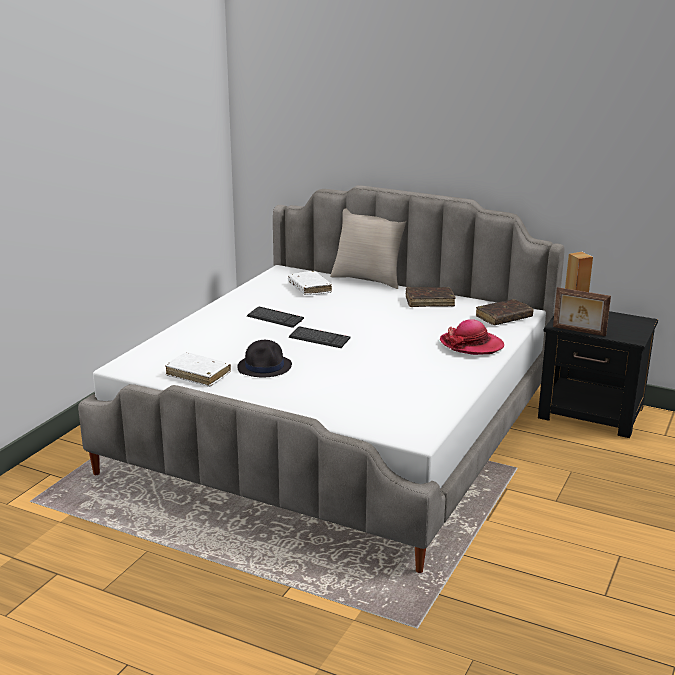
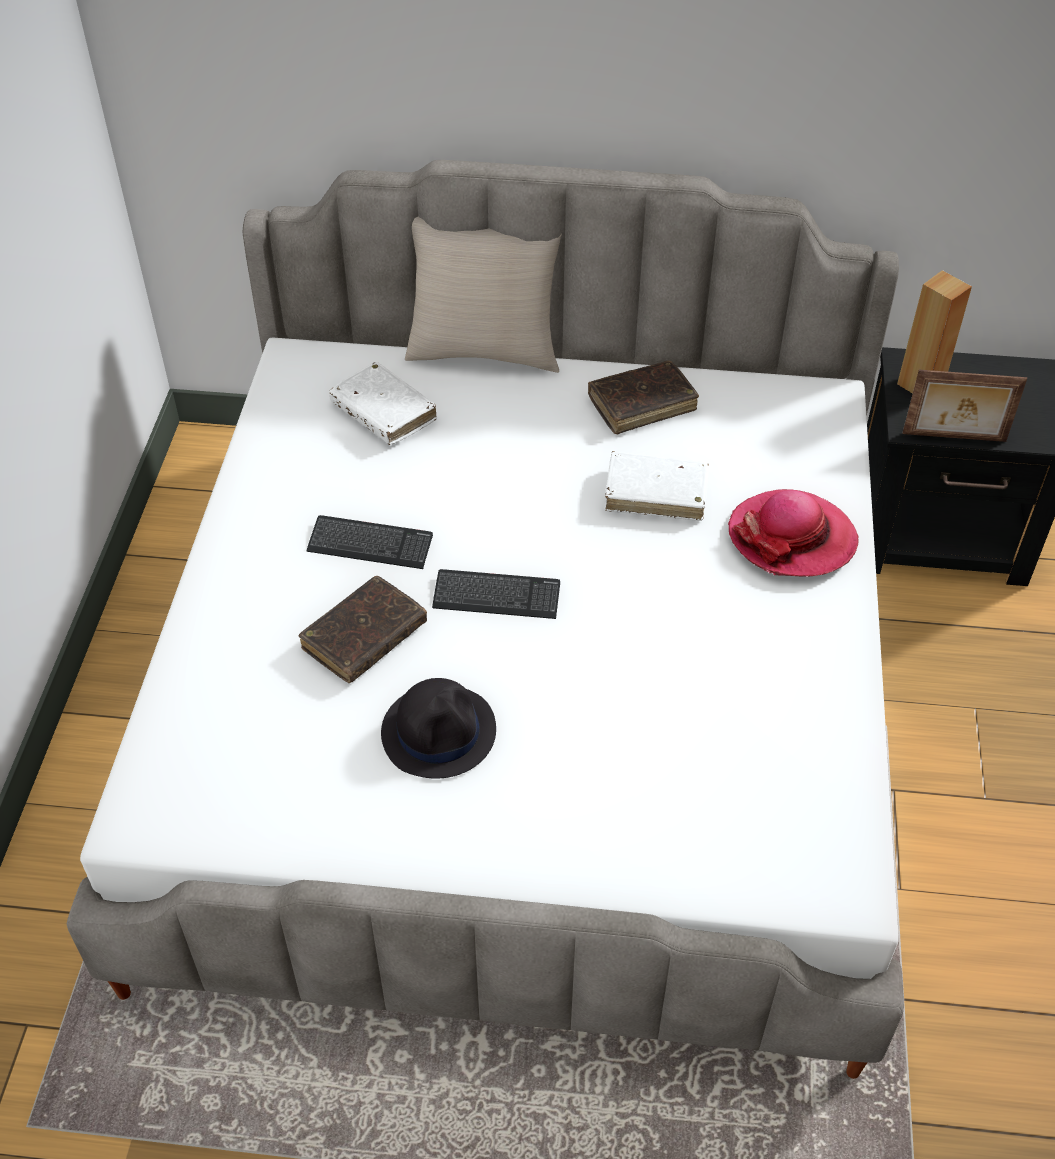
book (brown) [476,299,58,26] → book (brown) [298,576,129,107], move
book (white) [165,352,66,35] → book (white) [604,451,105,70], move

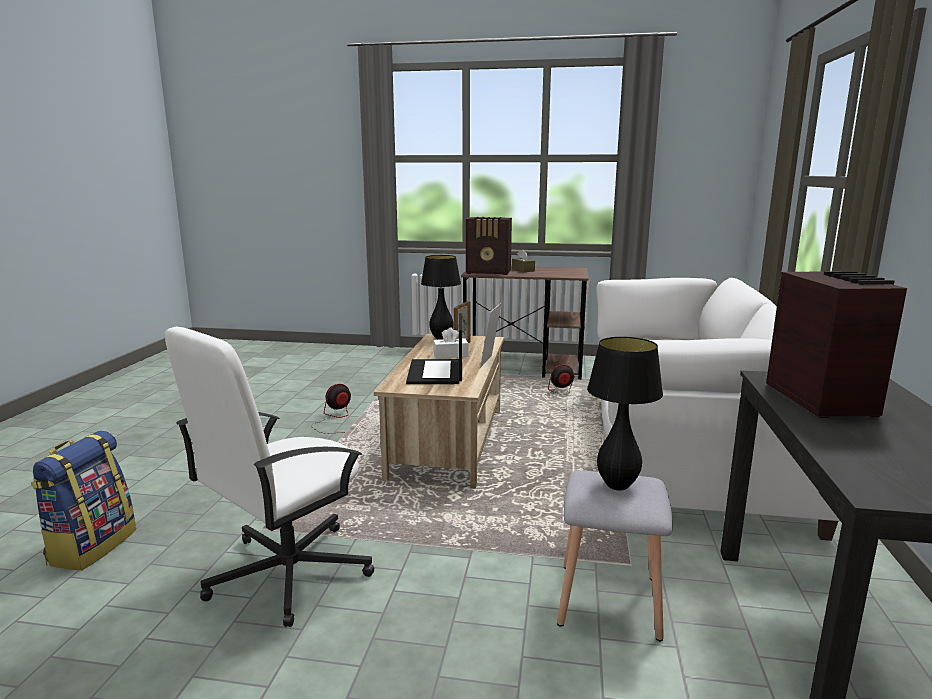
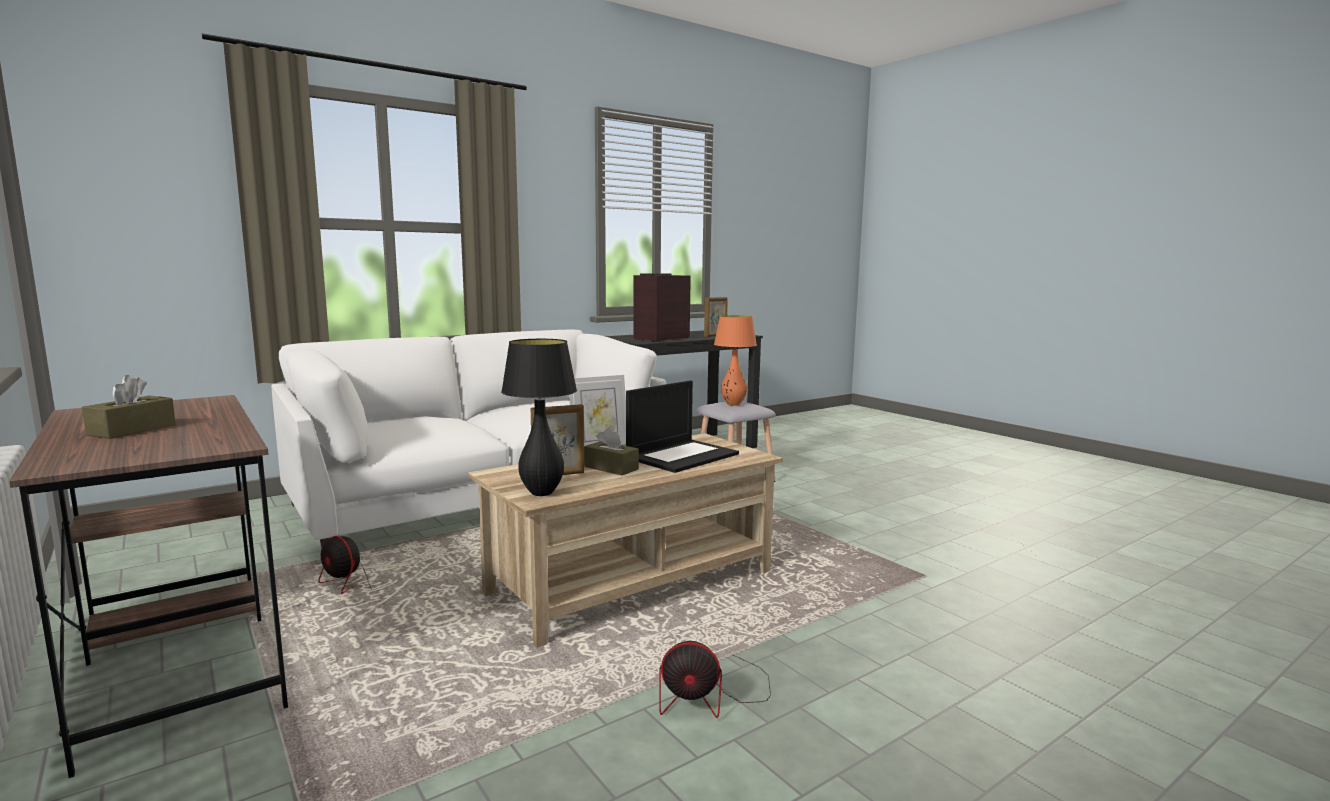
radio [466,217,46,58] → -
office chair (white) [165,327,209,300] → -
tissue box (white) [433,327,36,31] → tissue box (brown) [584,427,55,48]
table lamp (black) [587,337,76,154] → table lamp (orange) [714,315,43,91]
backpack [31,431,105,139] → -
- → picture frame [704,297,24,40]

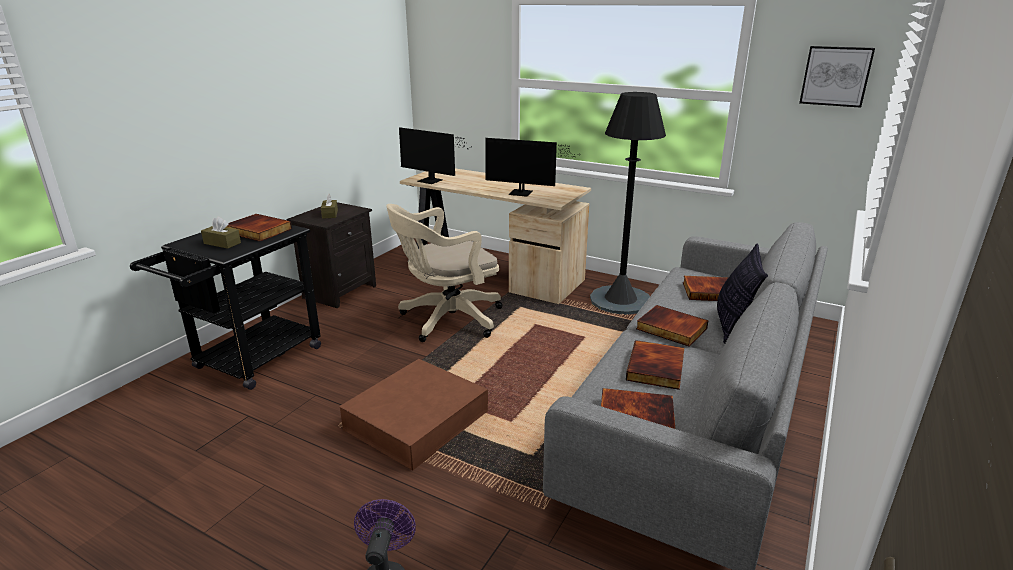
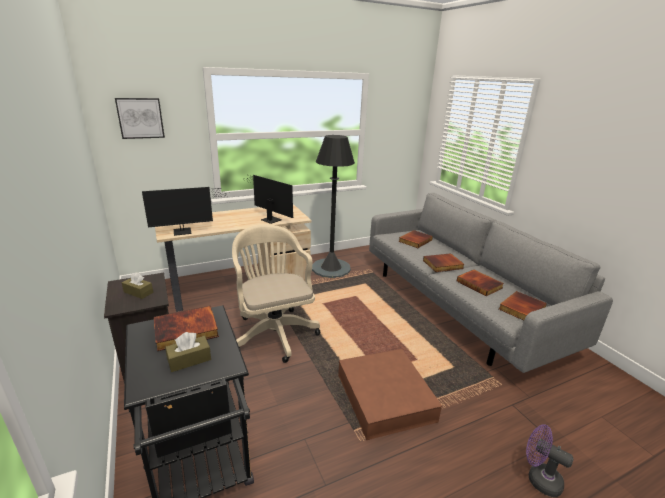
picture [799,46,76,62] → picture [115,98,50,41], move
monitor [485,138,94,59] → monitor [245,175,49,49], 105 degrees counterclockwise
office chair (beige) [386,204,116,138] → office chair (beige) [232,224,89,139], 150 degrees clockwise
pillow [717,244,51,99] → -

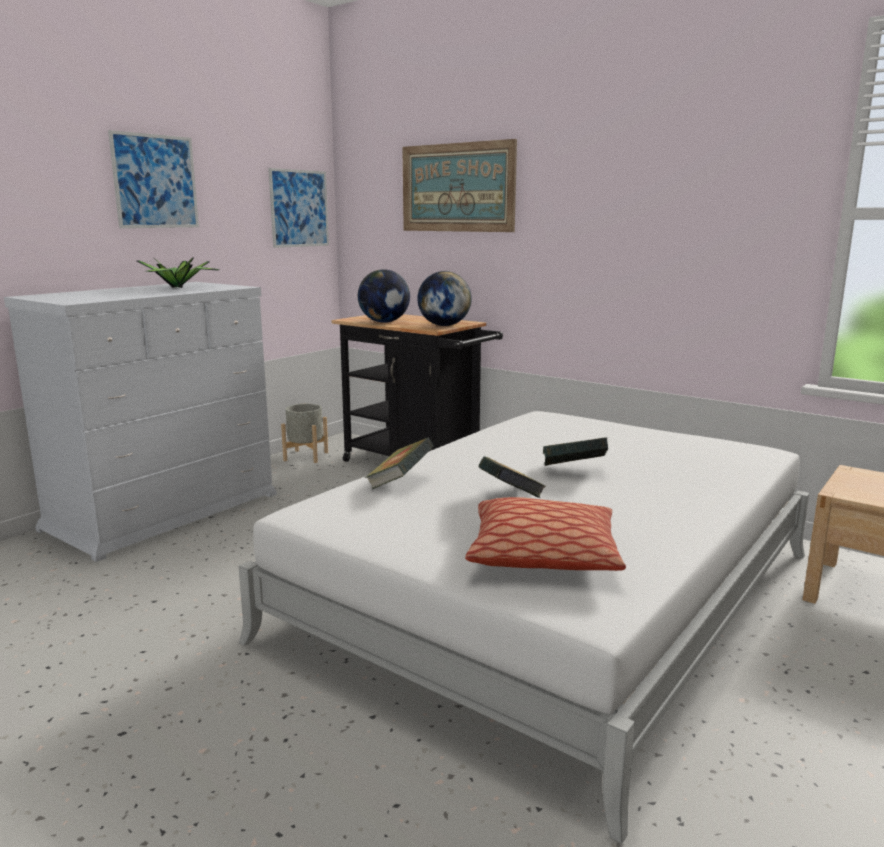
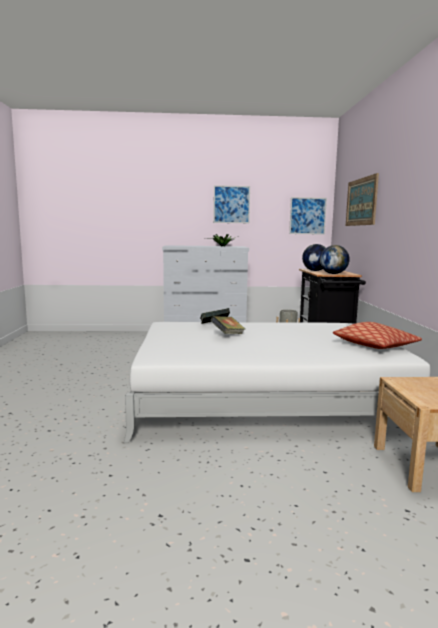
book [543,437,65,29] → -
pillow [465,497,161,74] → pillow [333,322,89,27], move

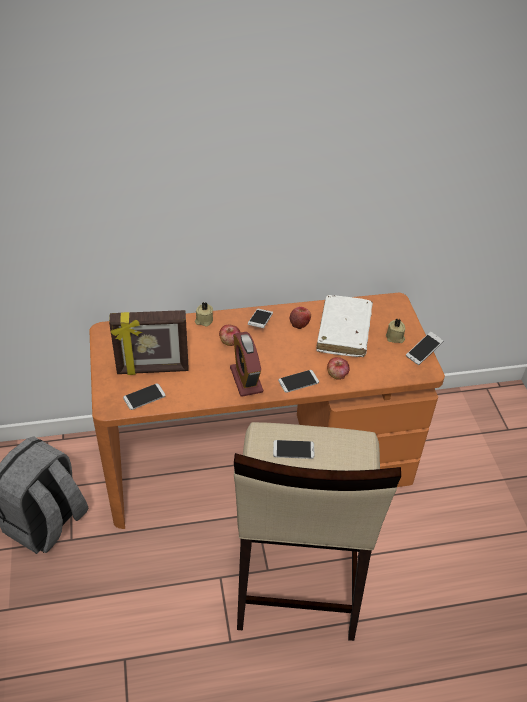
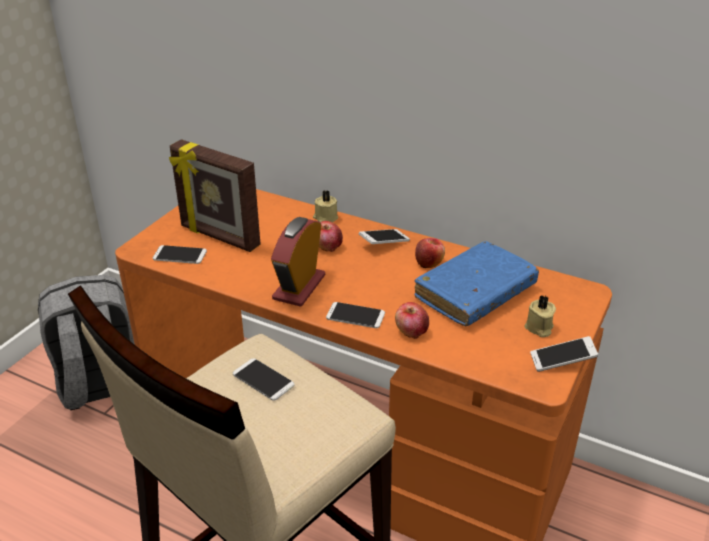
book (white) [316,295,57,62] → book (blue) [414,241,125,85]

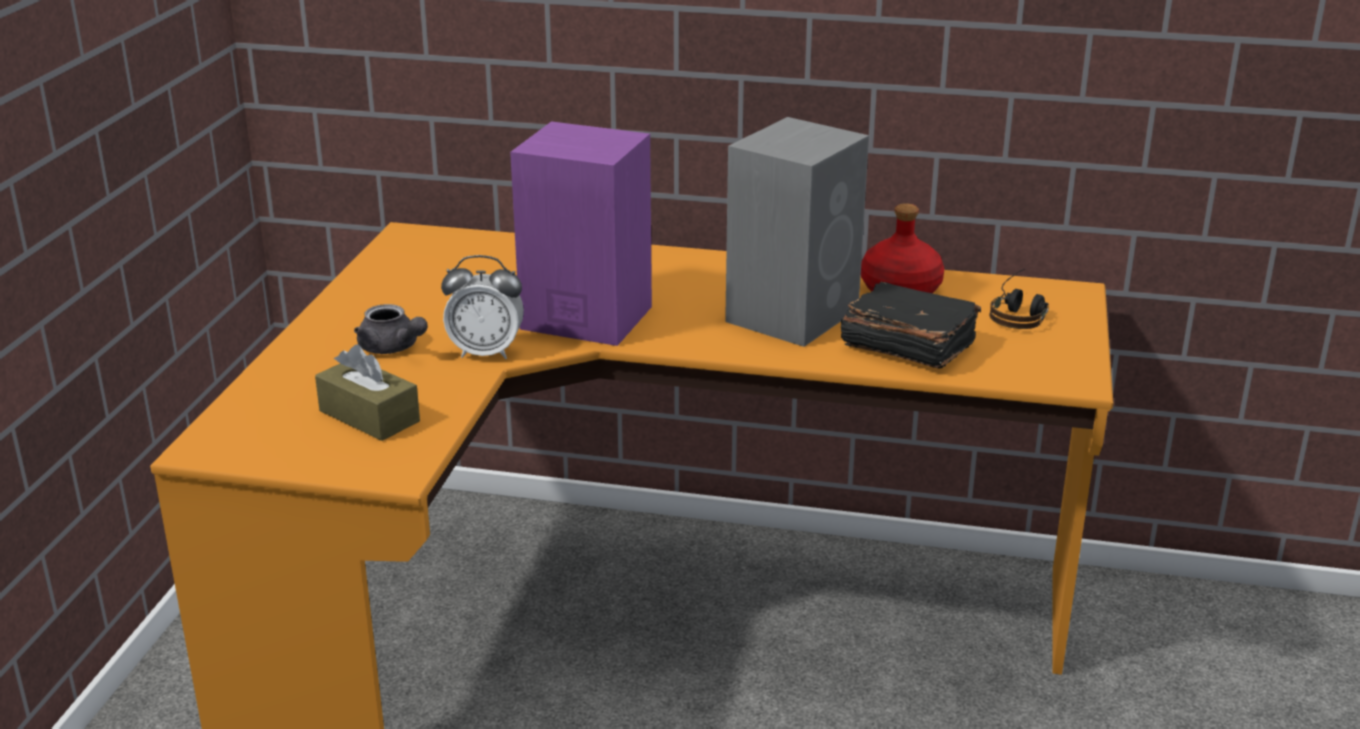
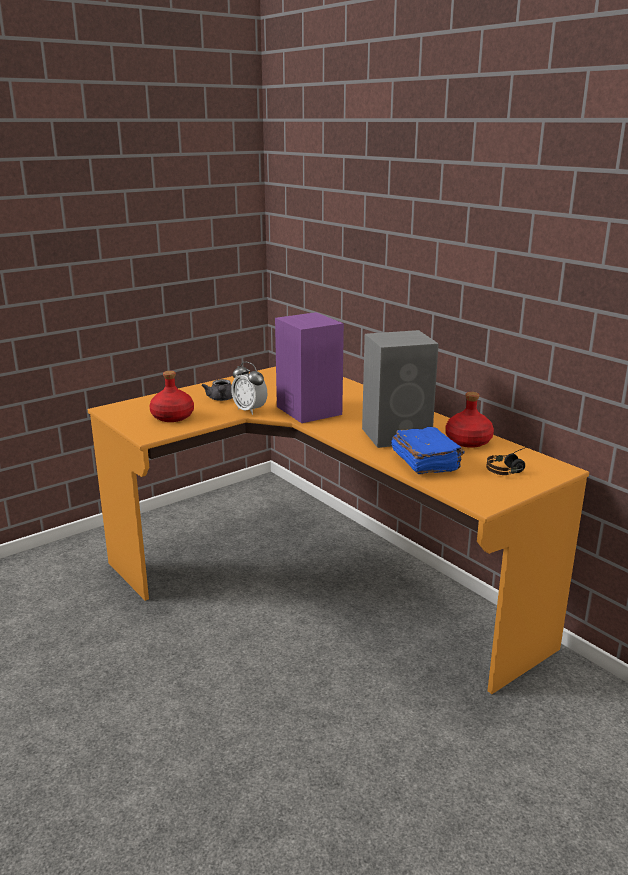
book (black) [841,281,140,88] → book (blue) [391,427,74,47]
tissue box (brown) [315,345,105,96] → bottle (red) [149,371,45,51]

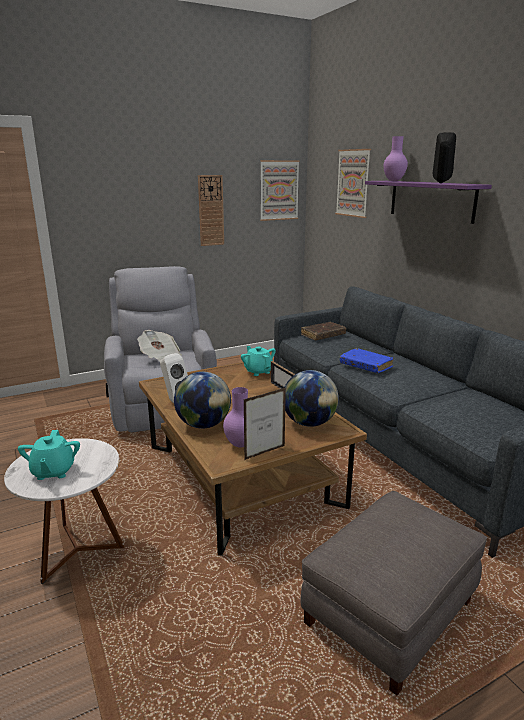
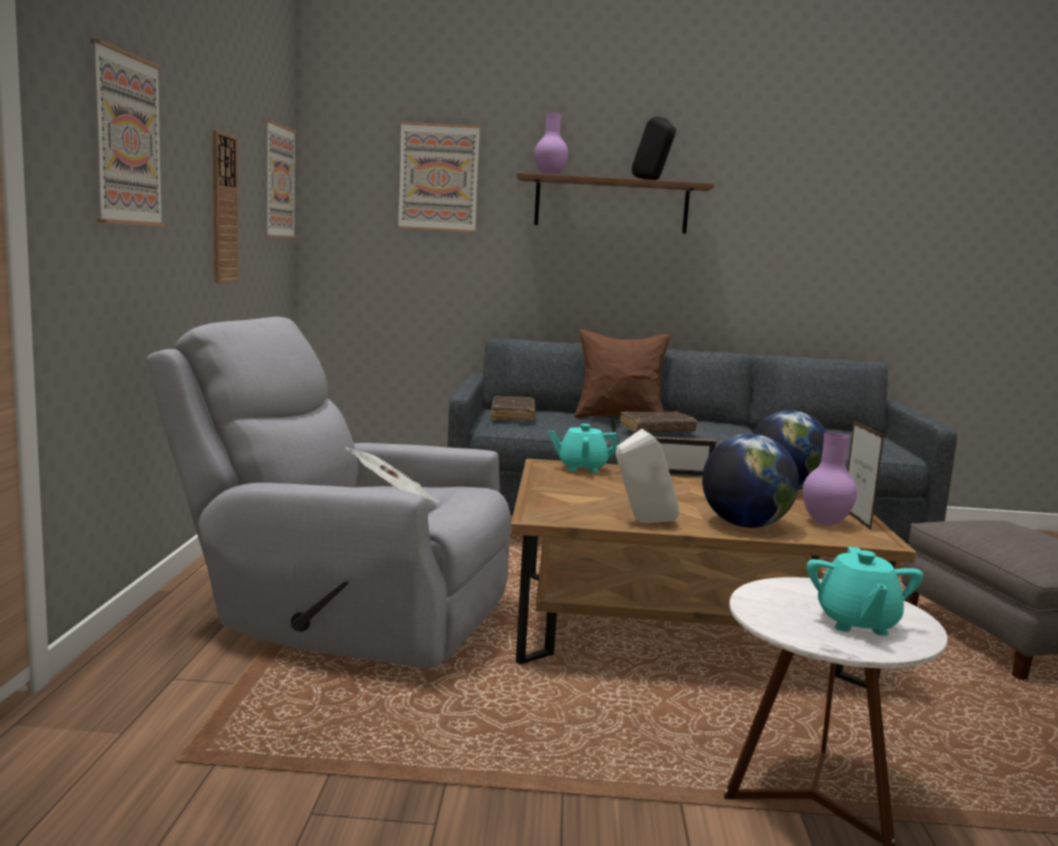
shelf (purple) [365,181,127,43] → shelf (brown) [517,172,197,61]
book (blue) [340,348,53,25] → book (brown) [620,411,77,21]
teapot (turquoise) [18,430,62,50] → teapot (turquoise) [807,547,116,89], 75 degrees clockwise
- → picture [90,39,75,187]
- → pillow (brown) [575,329,95,89]

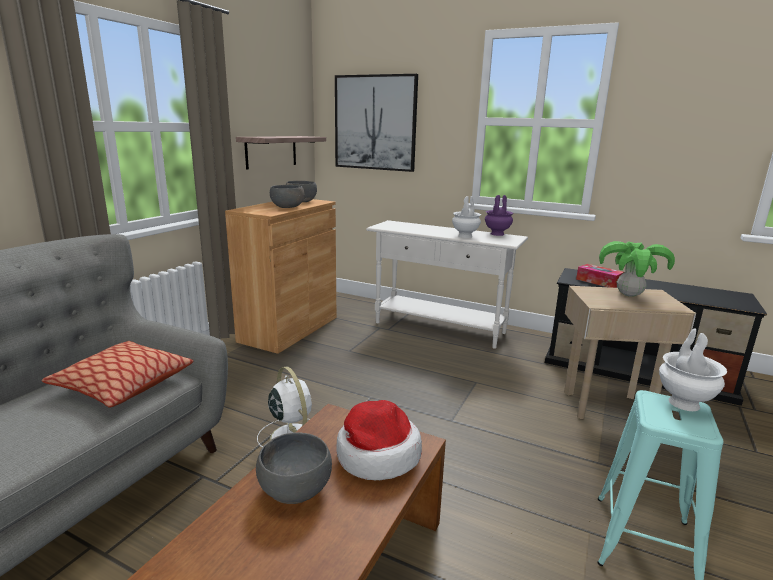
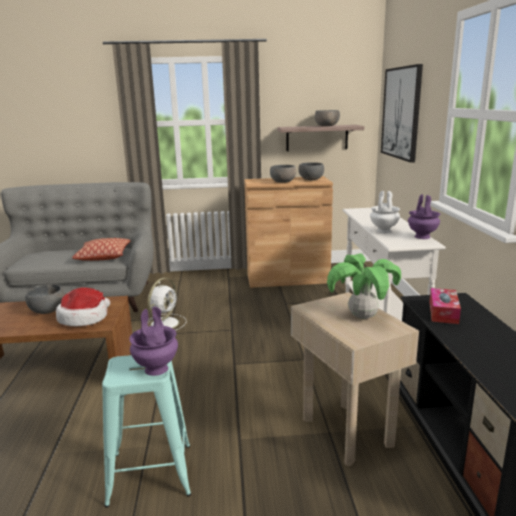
vase (white) [659,328,68,83] → vase (purple) [129,307,49,69]
- → bowl (grey) [315,110,25,16]

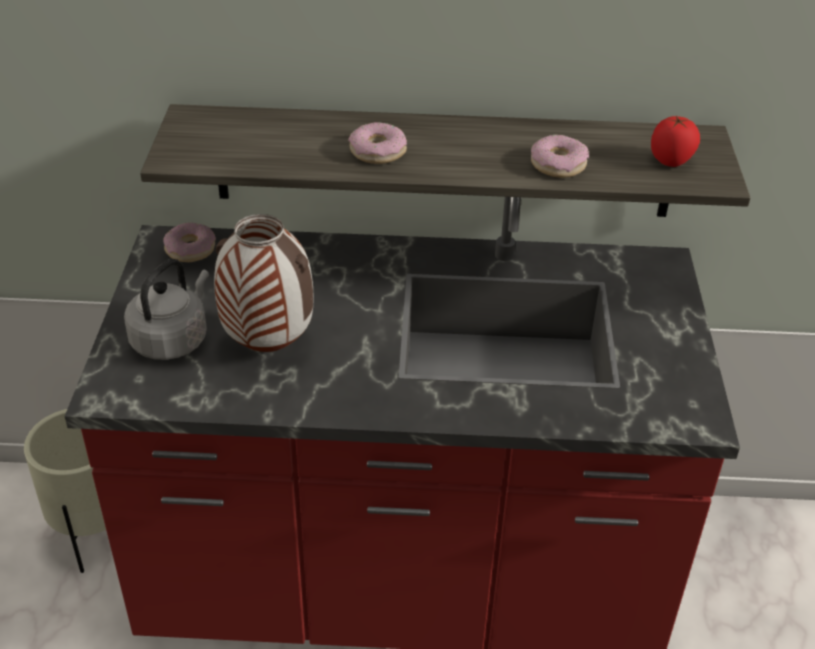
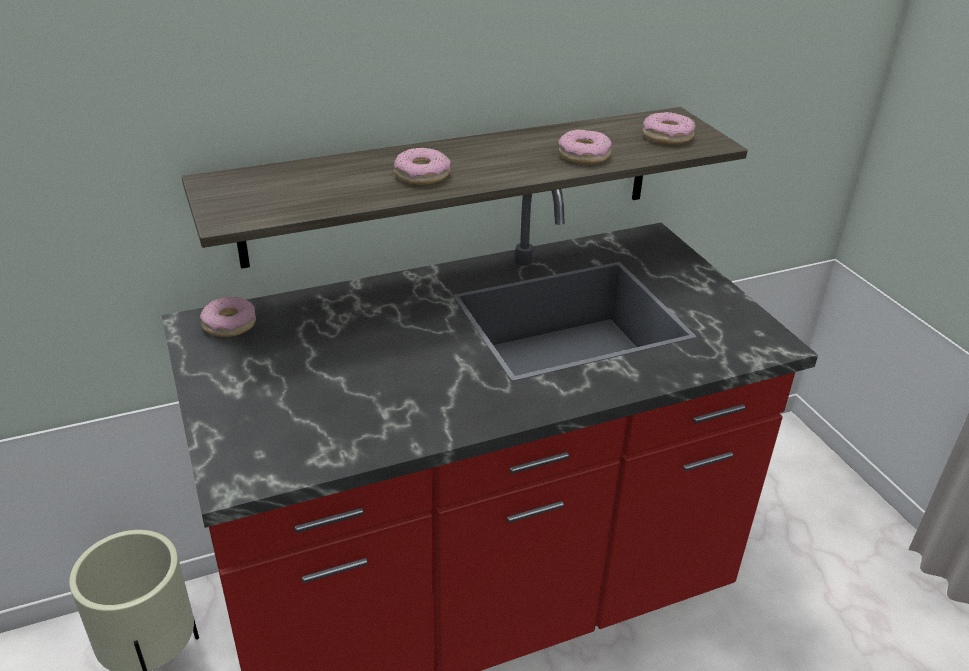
tomato [651,116,49,51] → donut [643,112,53,33]
vase [214,214,100,138] → -
kettle (grey) [124,259,85,101] → -

